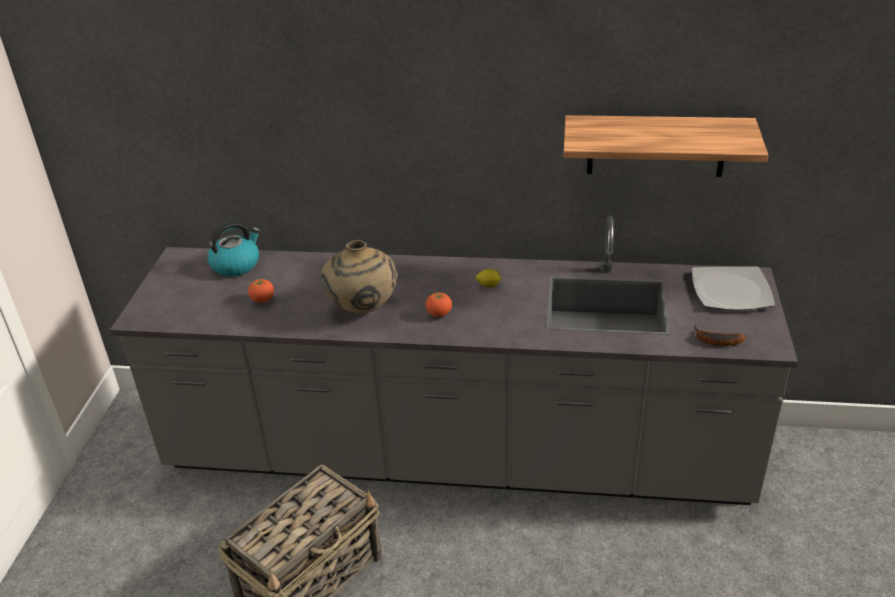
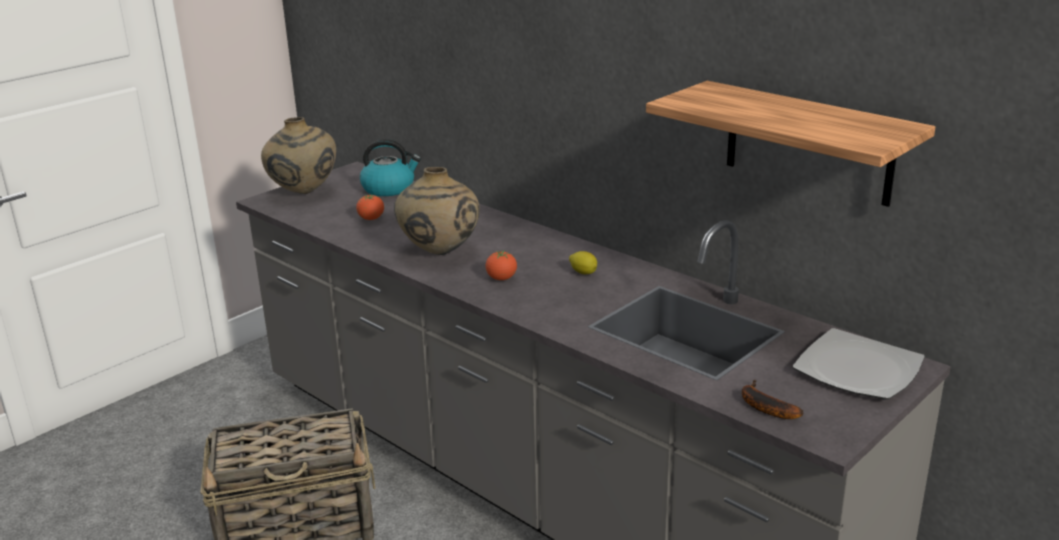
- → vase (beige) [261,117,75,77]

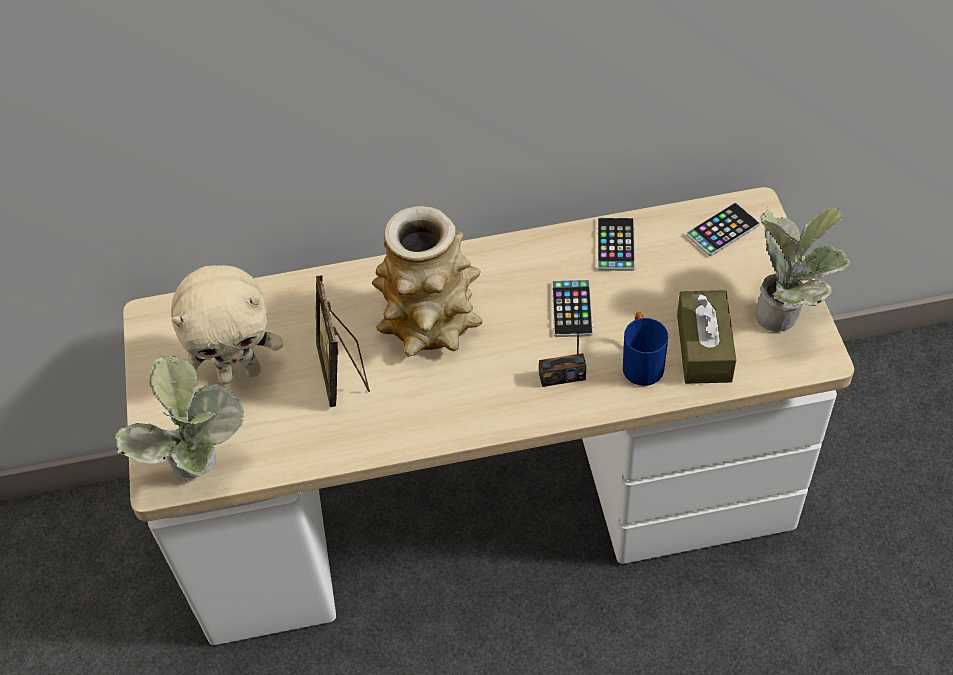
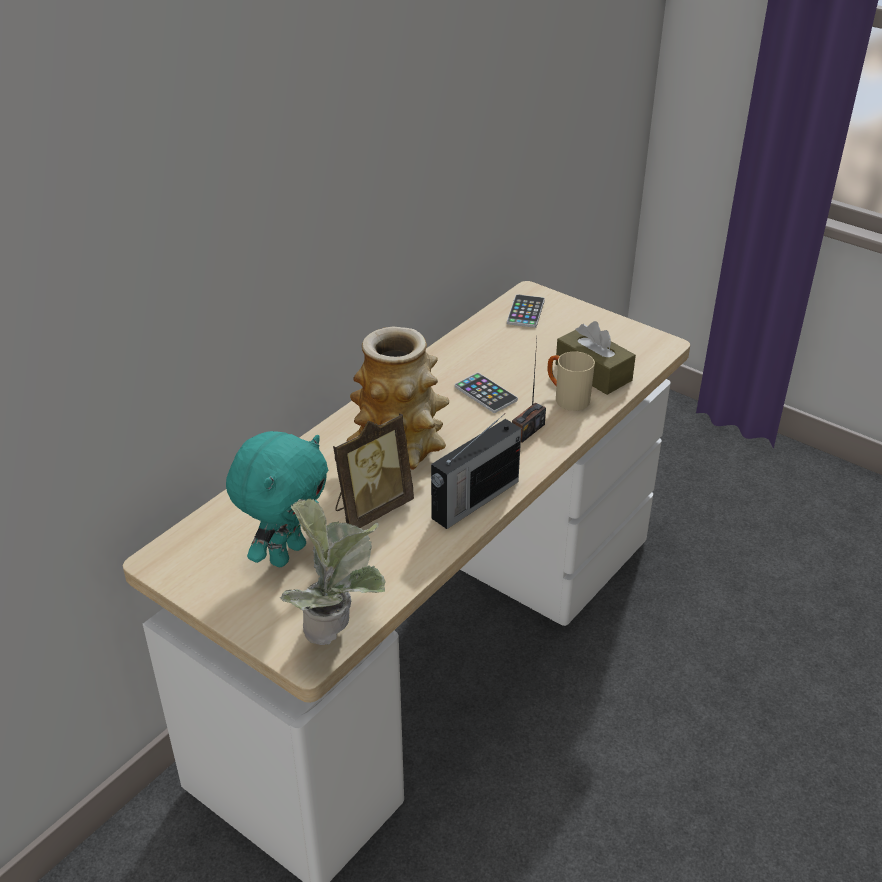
potted plant [755,207,95,125] → -
phone [597,217,38,54] → -
plush toy (beige) [171,265,112,119] → plush toy (turquoise) [226,431,102,136]
picture frame [316,275,54,132] → picture frame [333,413,81,115], 75 degrees counterclockwise
mug (blue) [623,312,45,74] → mug (beige) [547,351,48,60]
- → radio [431,413,90,116]

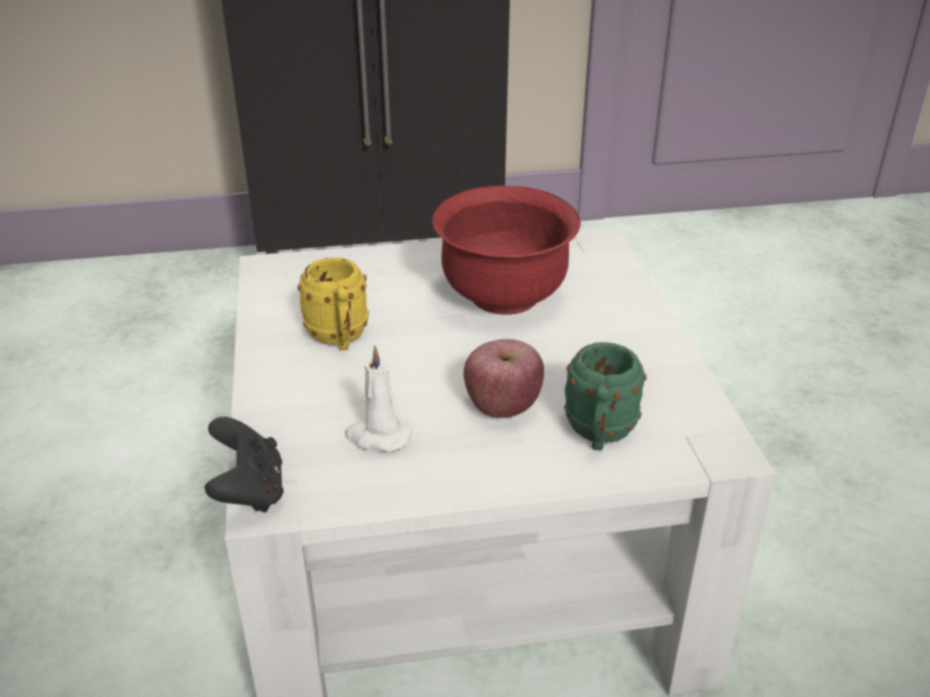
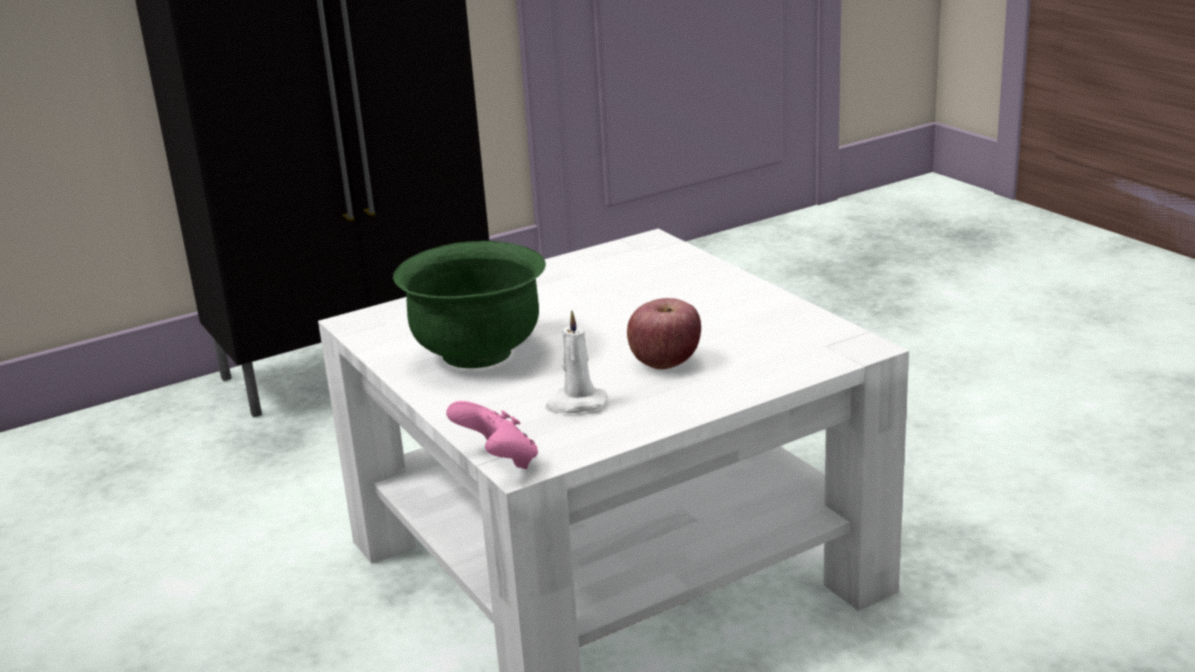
bowl (red) [432,186,149,129] → -
mug (yellow) [298,258,71,92] → bowl (green) [393,241,153,127]
mug (green) [564,342,83,108] → -
game controller (black) [205,417,79,95] → game controller (pink) [446,401,92,68]

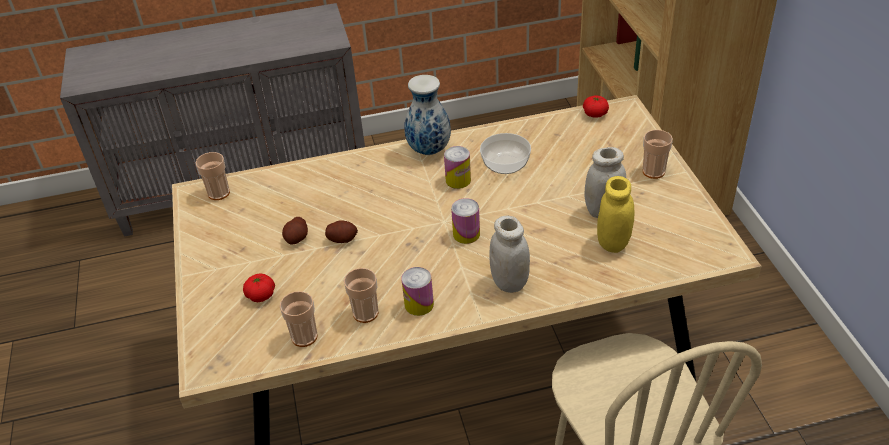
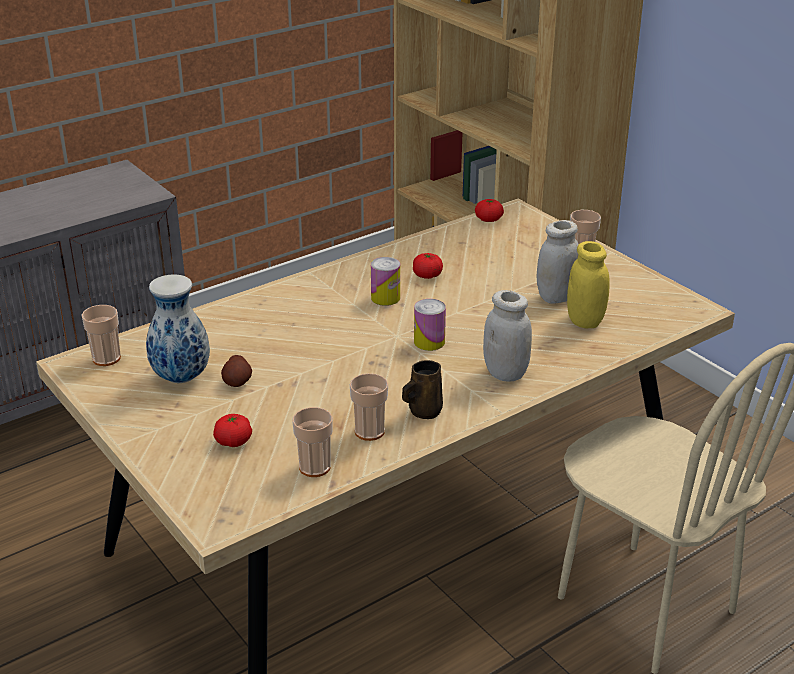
vase [404,75,47,80] → vase [146,274,64,109], move
bowl [480,133,51,41] → tomato [413,253,30,26]
potato [325,220,33,23] → -
can [401,267,33,49] → mug (brown) [402,360,41,59]

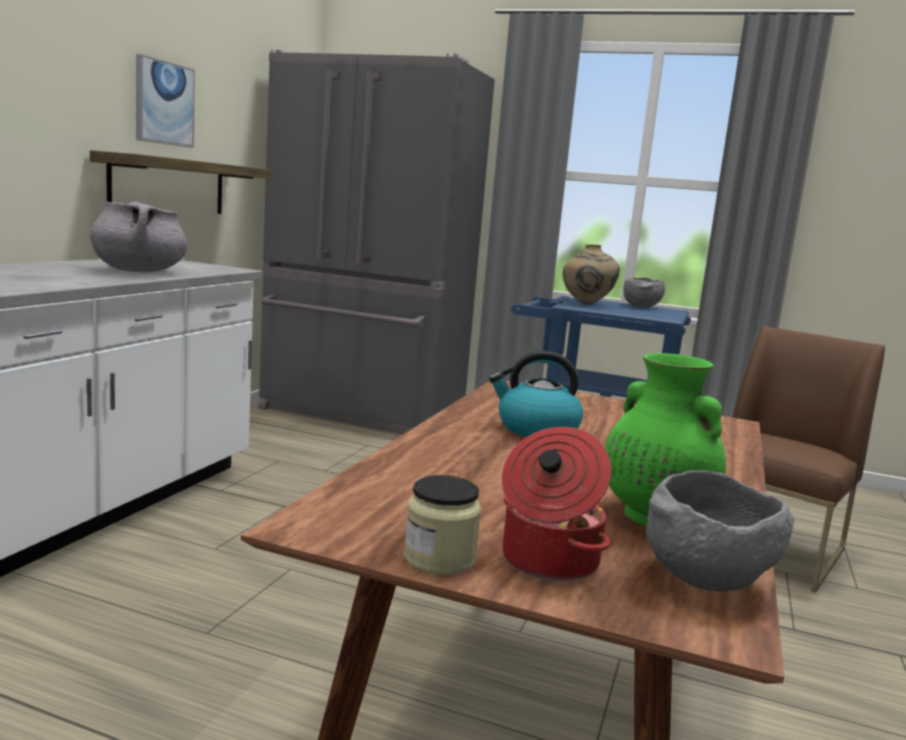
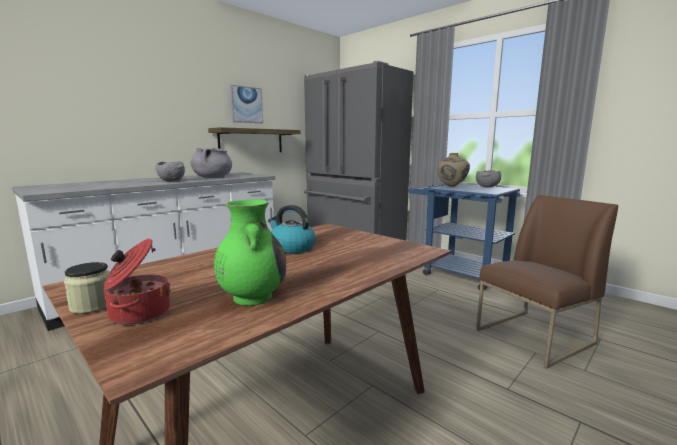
bowl (grey) [646,470,148,122] → bowl (grey) [156,161,29,20], move

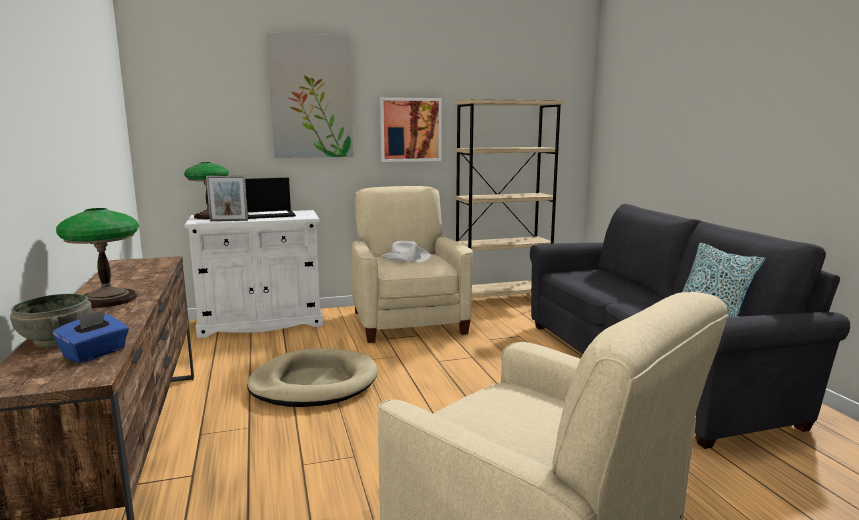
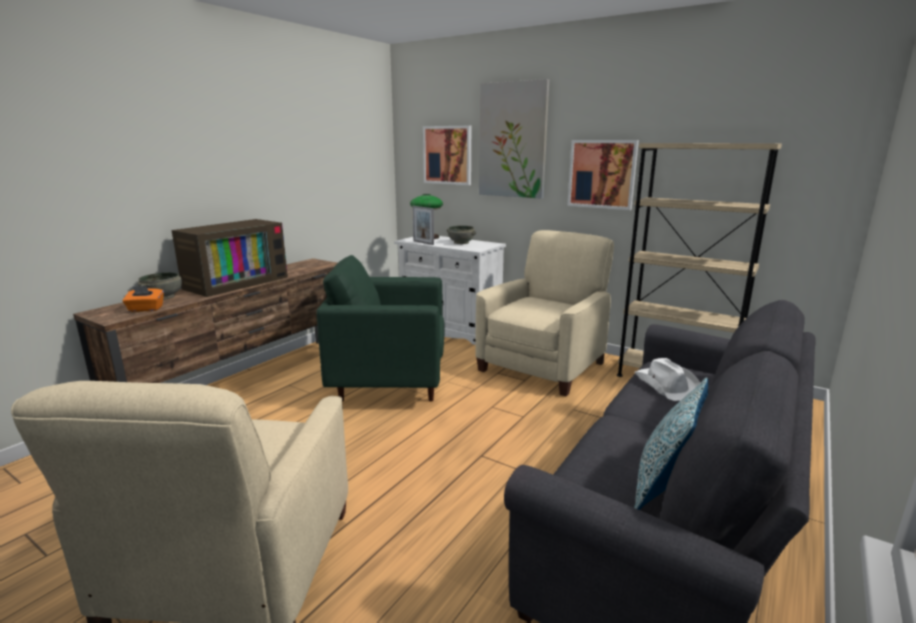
laptop [245,177,51,42] → bowl (grey) [447,226,29,18]
table lamp [56,208,83,100] → television [172,219,116,78]
hat (white) [381,241,50,22] → hat (white) [634,358,66,43], move
tissue box (blue) [53,310,76,53] → tissue box (orange) [122,286,42,26]
dog bed (beige) [247,348,131,59] → armchair (green) [316,255,129,147]
- → picture [423,126,48,59]

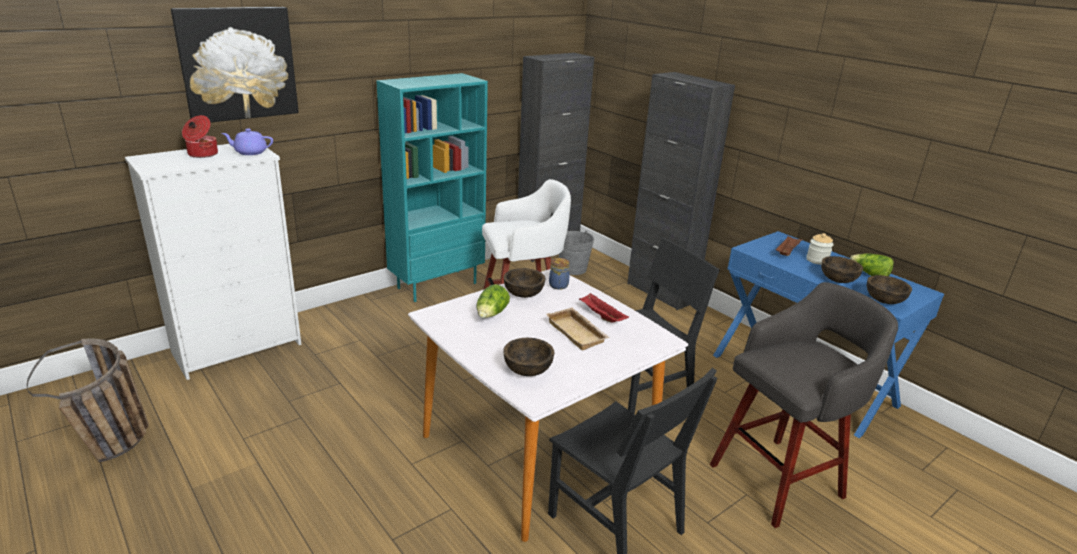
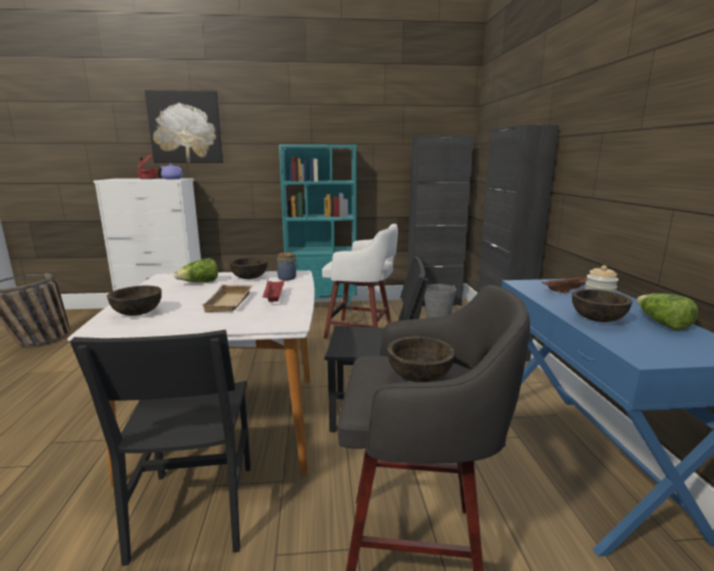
bowl (brown) [867,275,45,29] → bowl (brown) [387,336,68,46], move

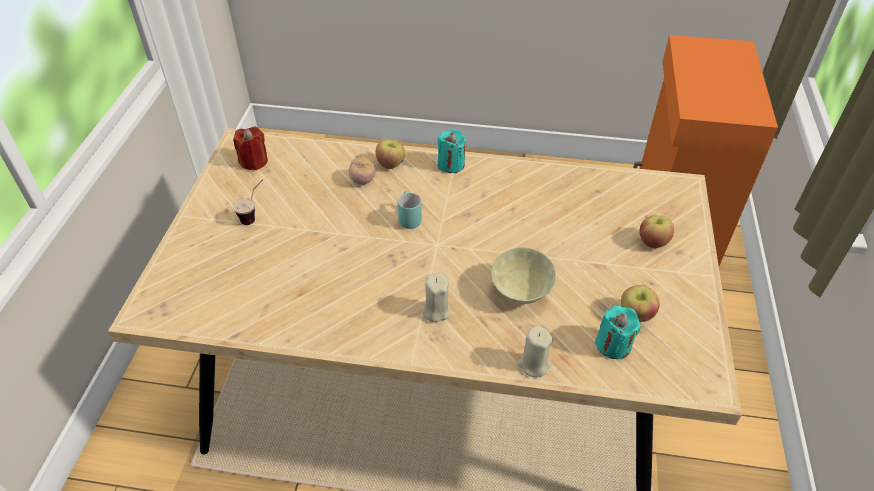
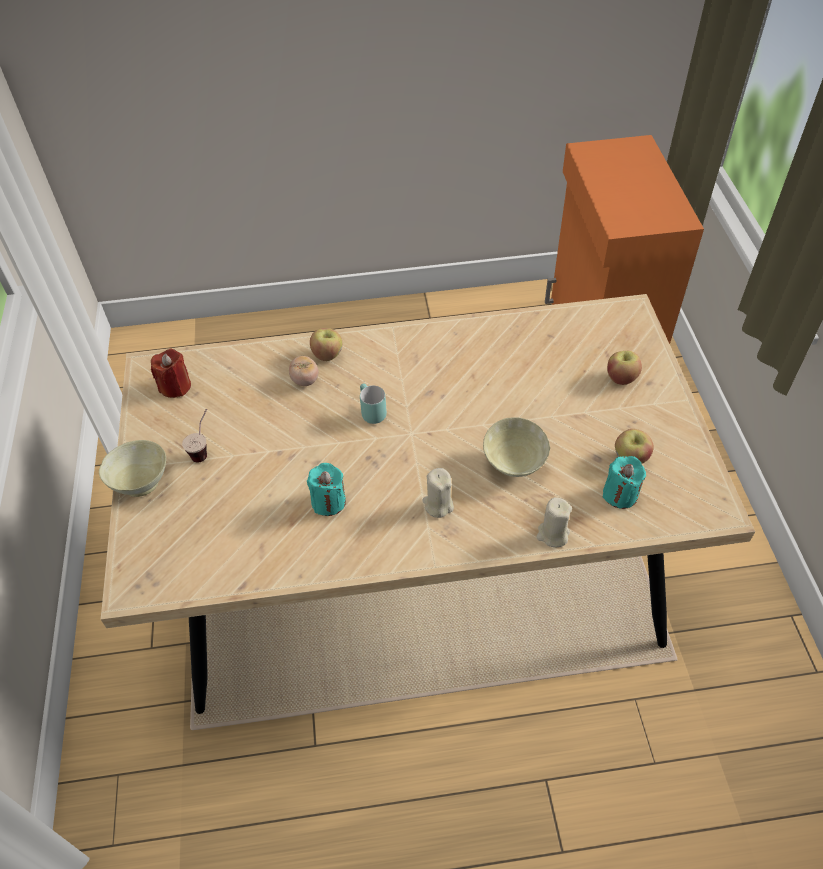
candle (turquoise) [437,129,29,44] → candle (turquoise) [307,463,39,53], move
- → bowl (beige) [99,440,67,57]

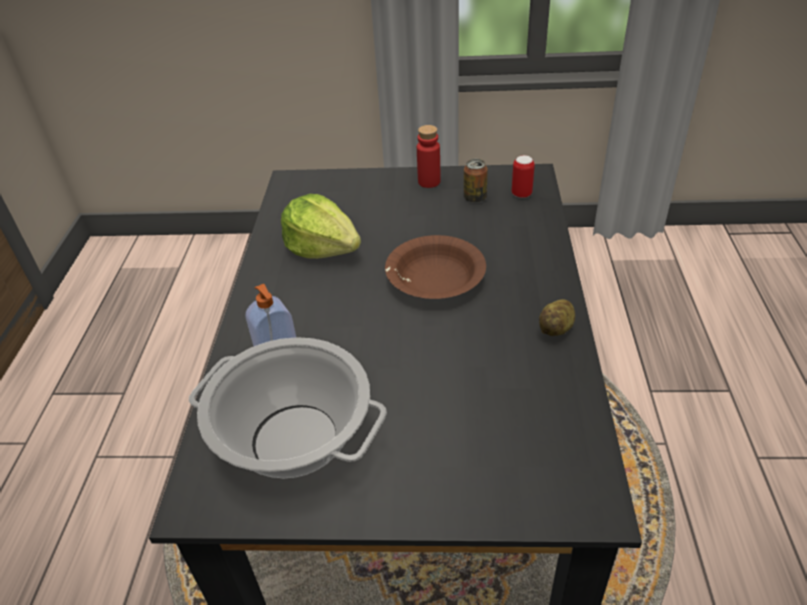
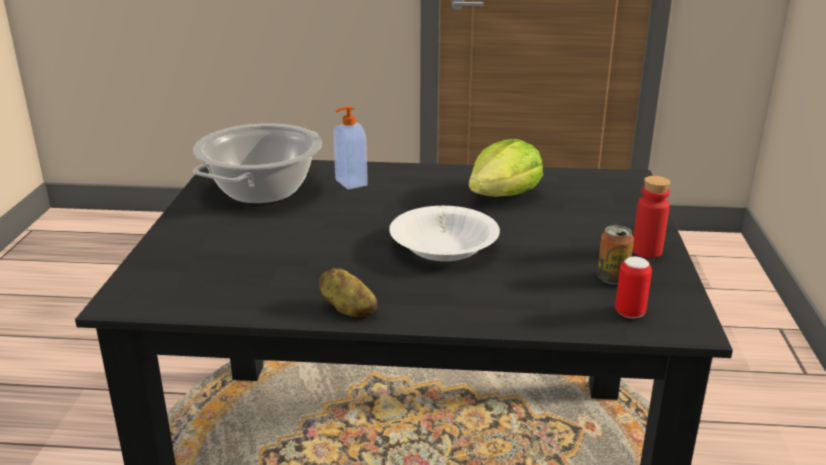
bowl (brown) [385,235,101,64] → bowl (white) [389,206,111,55]

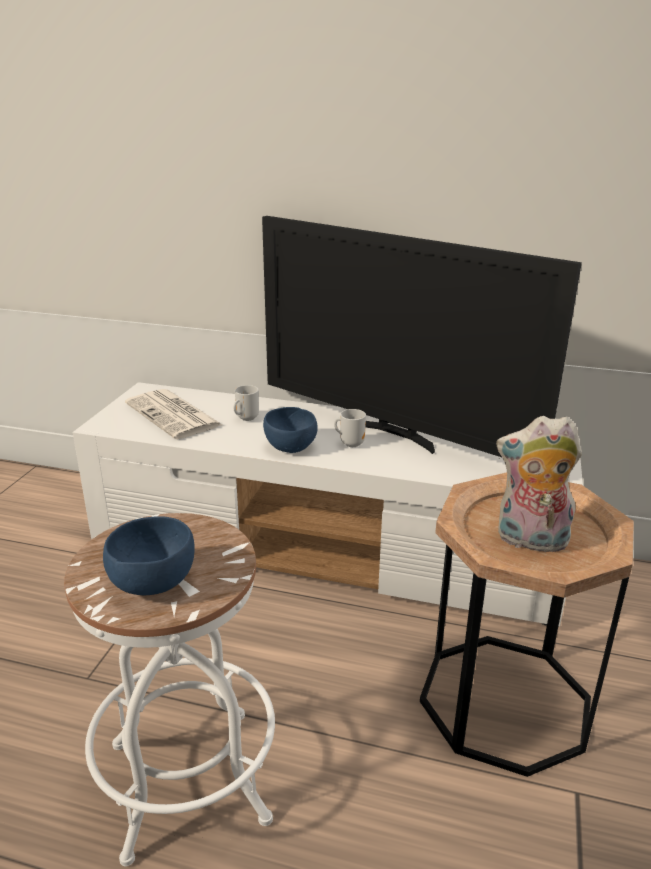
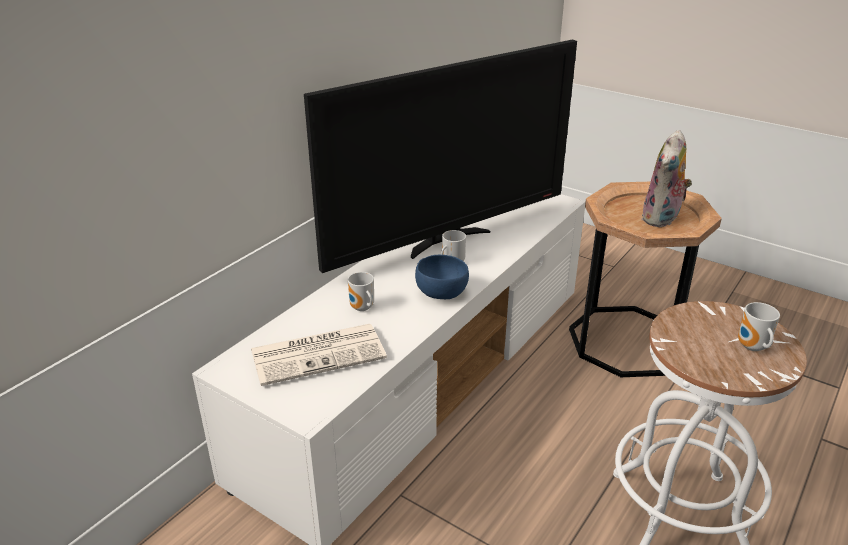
bowl (blue) [103,516,92,80] → mug [738,302,42,49]

